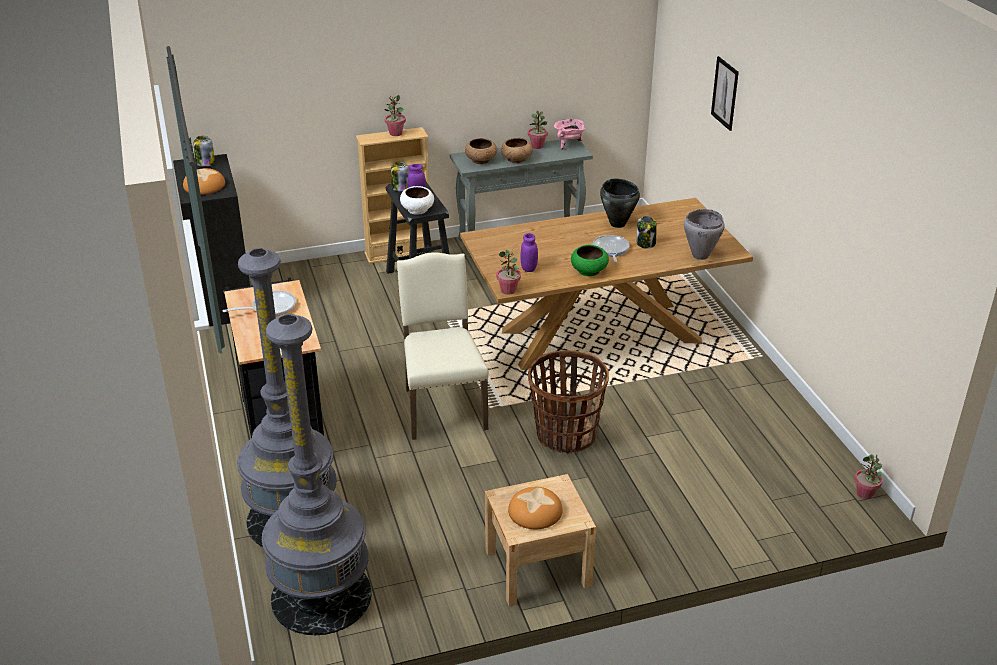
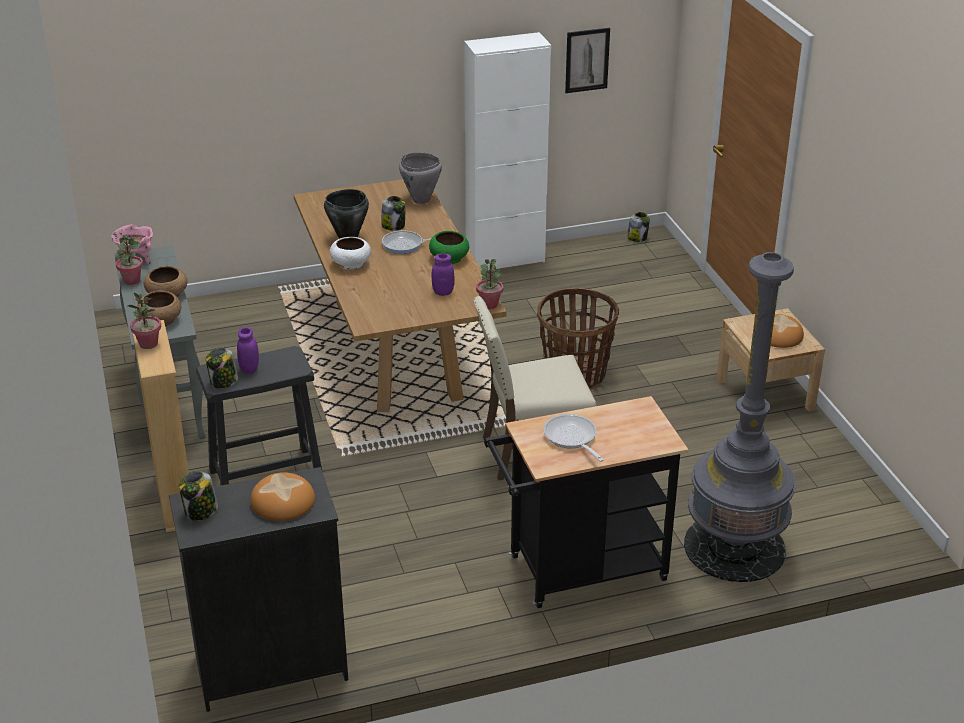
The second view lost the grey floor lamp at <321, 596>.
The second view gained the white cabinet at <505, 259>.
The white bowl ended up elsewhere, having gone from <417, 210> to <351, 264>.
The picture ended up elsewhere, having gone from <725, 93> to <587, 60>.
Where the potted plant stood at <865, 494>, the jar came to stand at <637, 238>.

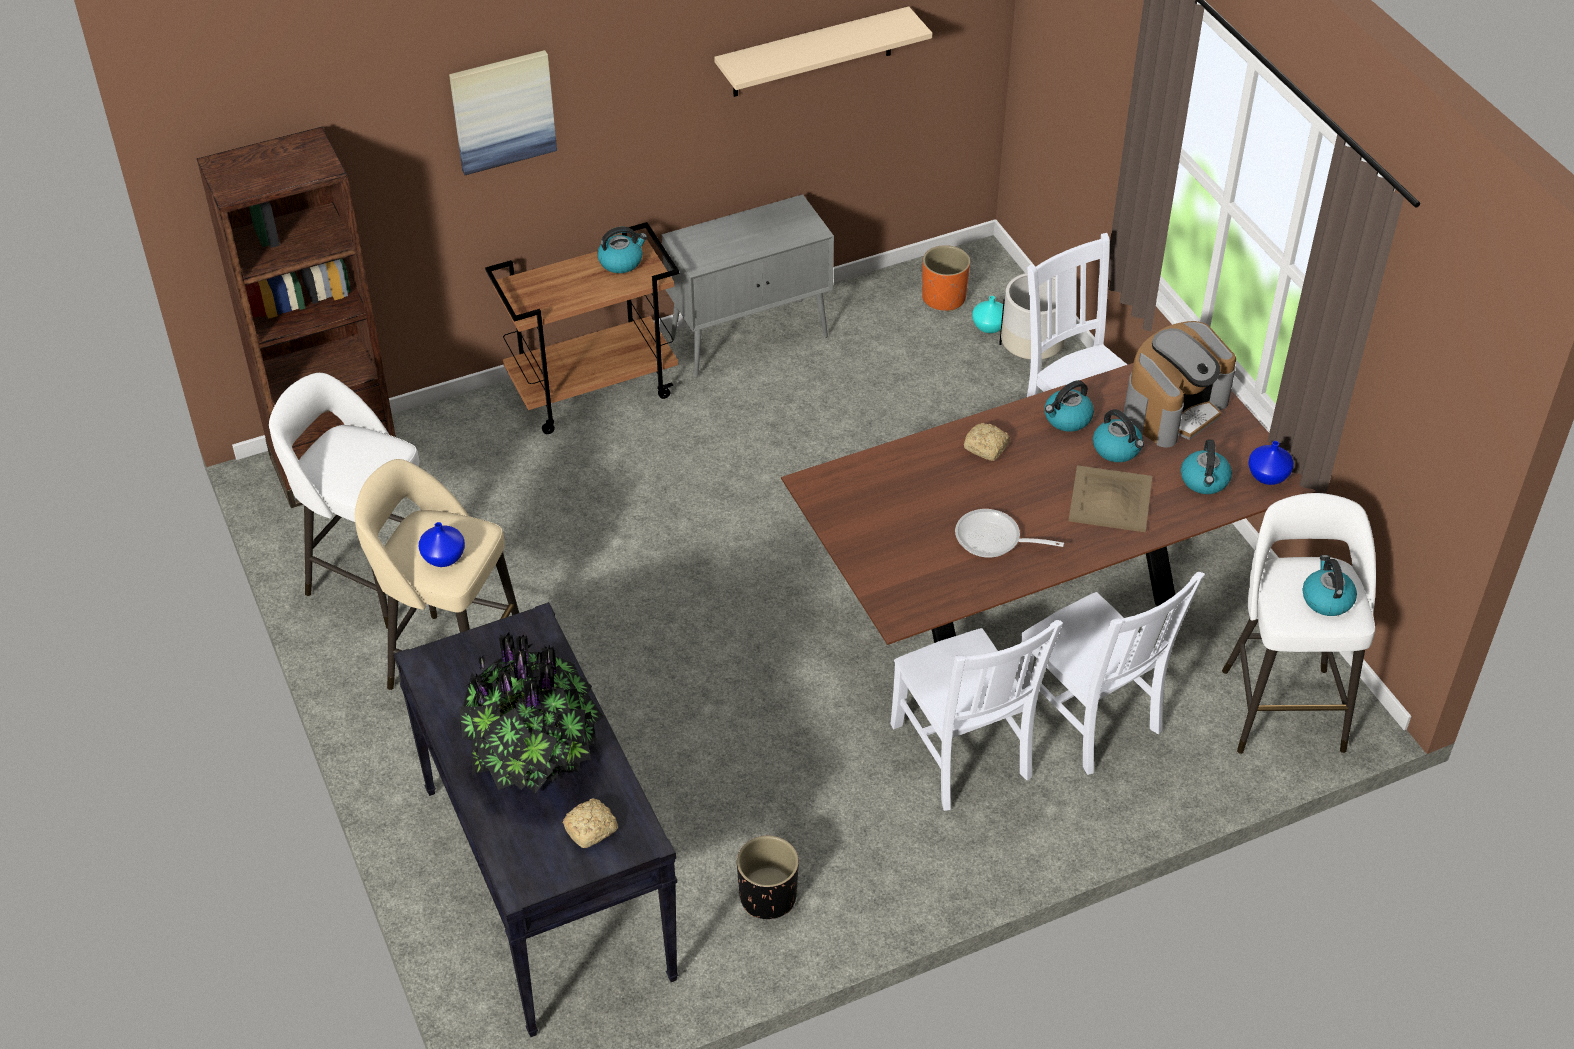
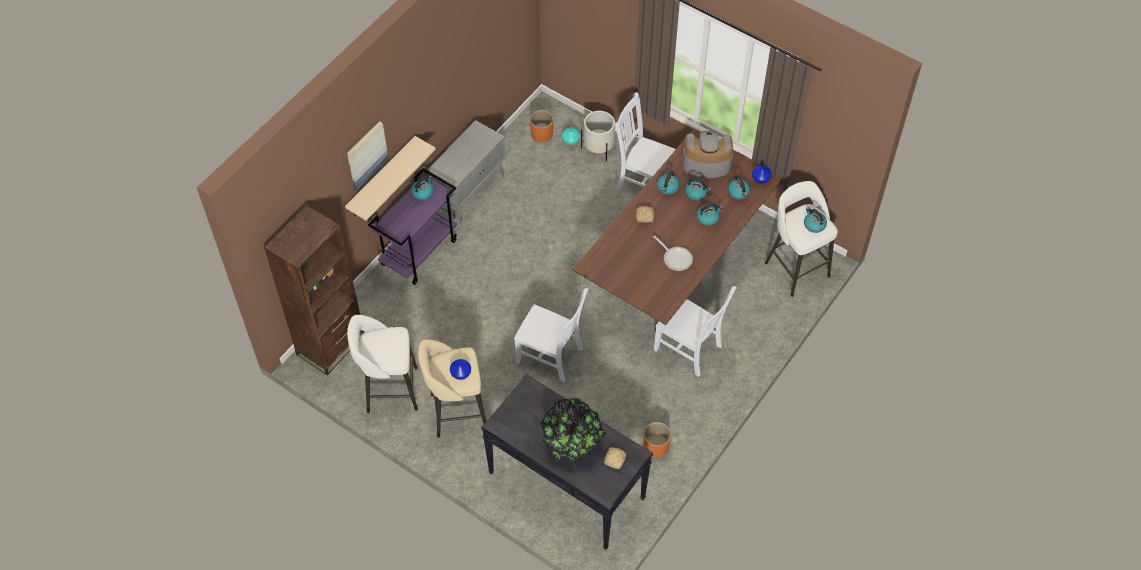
The beige shelf ended up elsewhere, having gone from <812, 53> to <381, 178>.
The white chair ended up elsewhere, having gone from <1090, 718> to <551, 356>.
Where the beige tray stood at <1109, 499>, the kettle came to stand at <708, 218>.
What was the brown cart at <594, 389> turned into the purple cart at <419, 252>.
What was the black planter at <767, 897> turned into the orange planter at <655, 447>.
The frying pan at <993, 540> ended up facing another way, 120 degrees counterclockwise from before.
The coffee machine at <1174, 408> ended up facing another way, 105 degrees counterclockwise from before.

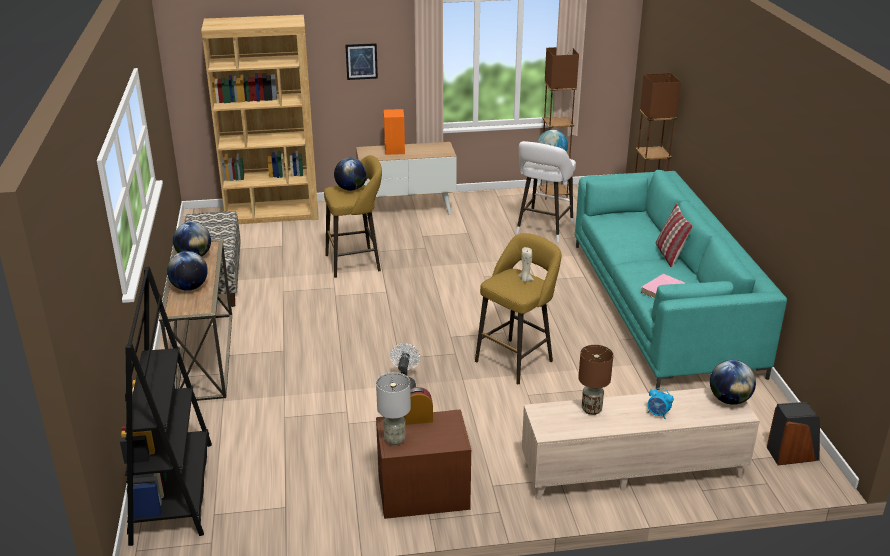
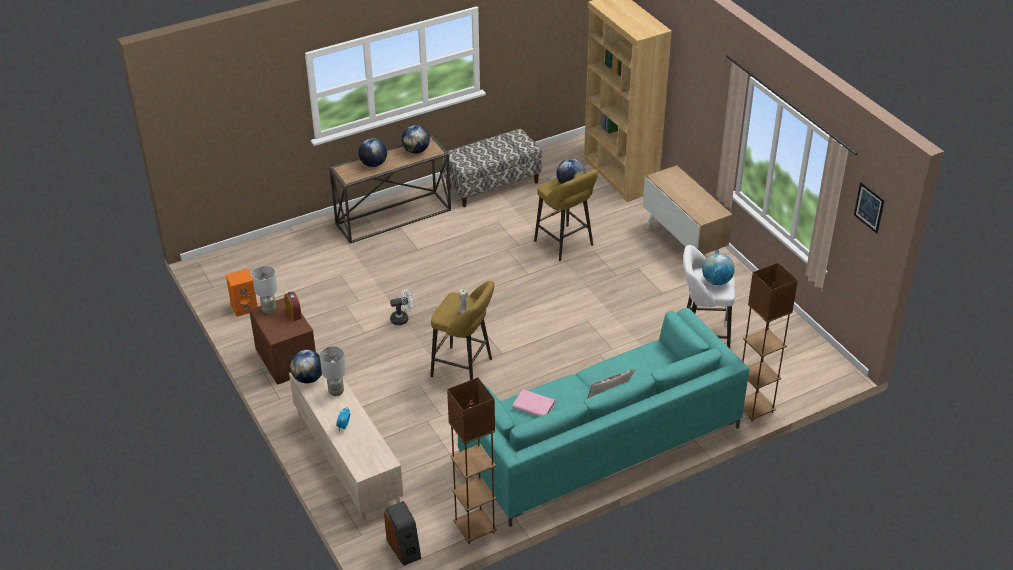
The second view lost the black bookcase at <173, 492>.
The picture ended up elsewhere, having gone from <361, 61> to <869, 207>.
The orange speaker ended up elsewhere, having gone from <394, 149> to <245, 307>.
The brown floor lamp ended up elsewhere, having gone from <553, 194> to <475, 528>.
The globe ended up elsewhere, having gone from <729, 400> to <308, 378>.
What was the brown table lamp at <591, 409> turned into the grey table lamp at <336, 391>.

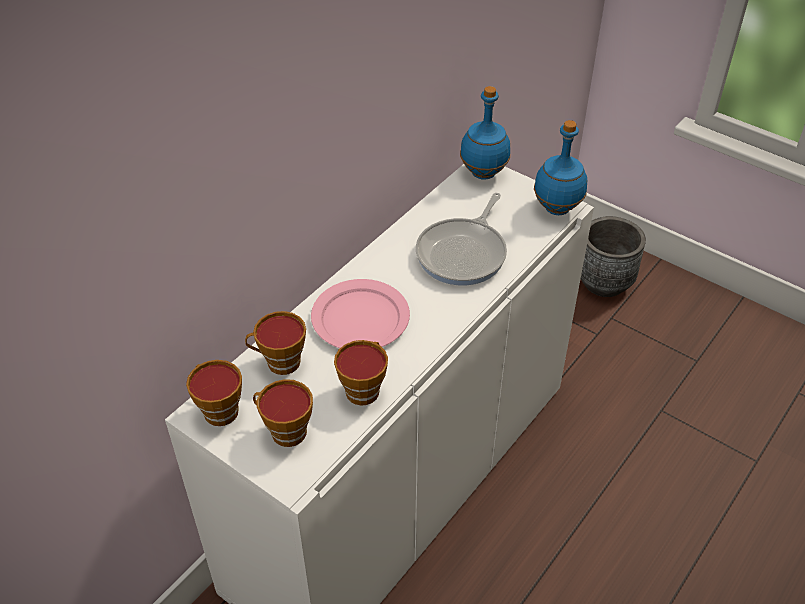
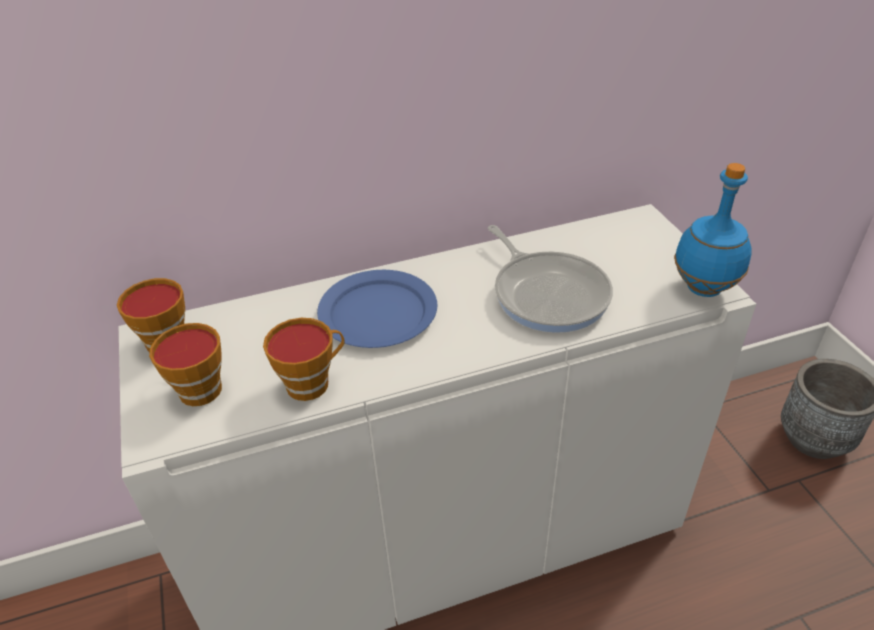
The second view lost the cup at <279, 363>.
The second view lost the blue bottle at <484, 173>.
What was the pink plate at <360, 319> turned into the blue plate at <377, 313>.
The frying pan at <464, 253> ended up facing another way, 90 degrees counterclockwise from before.

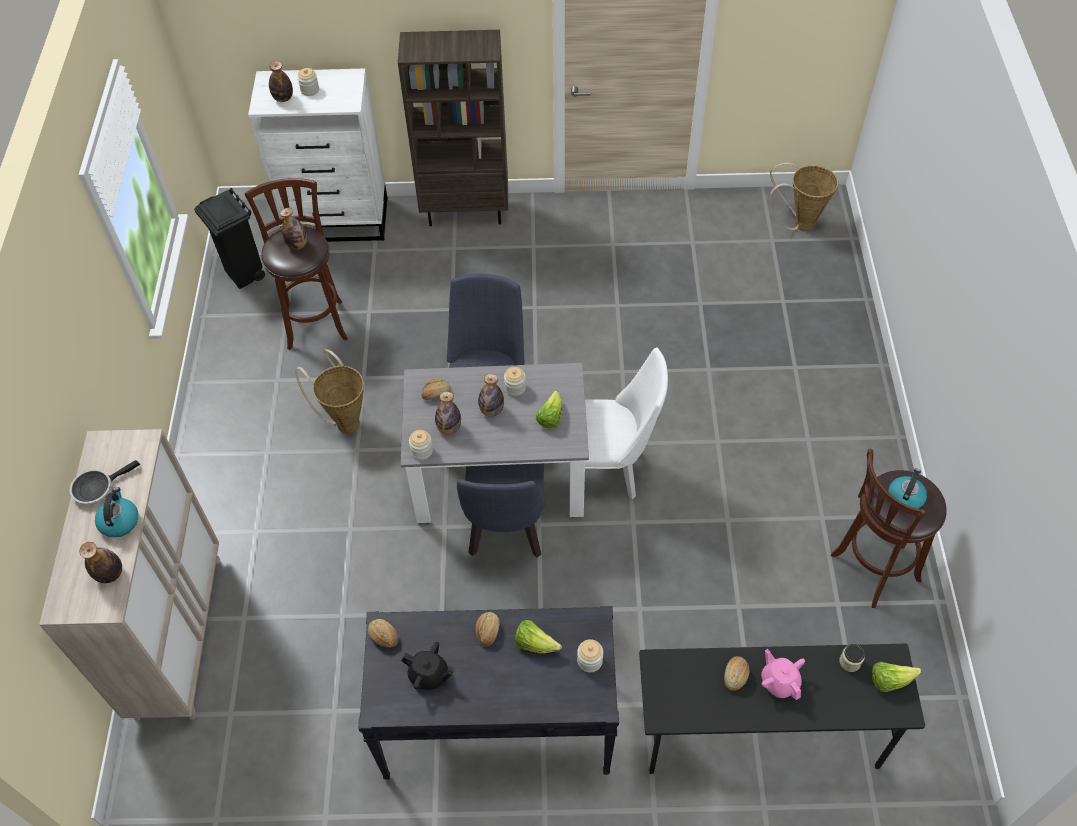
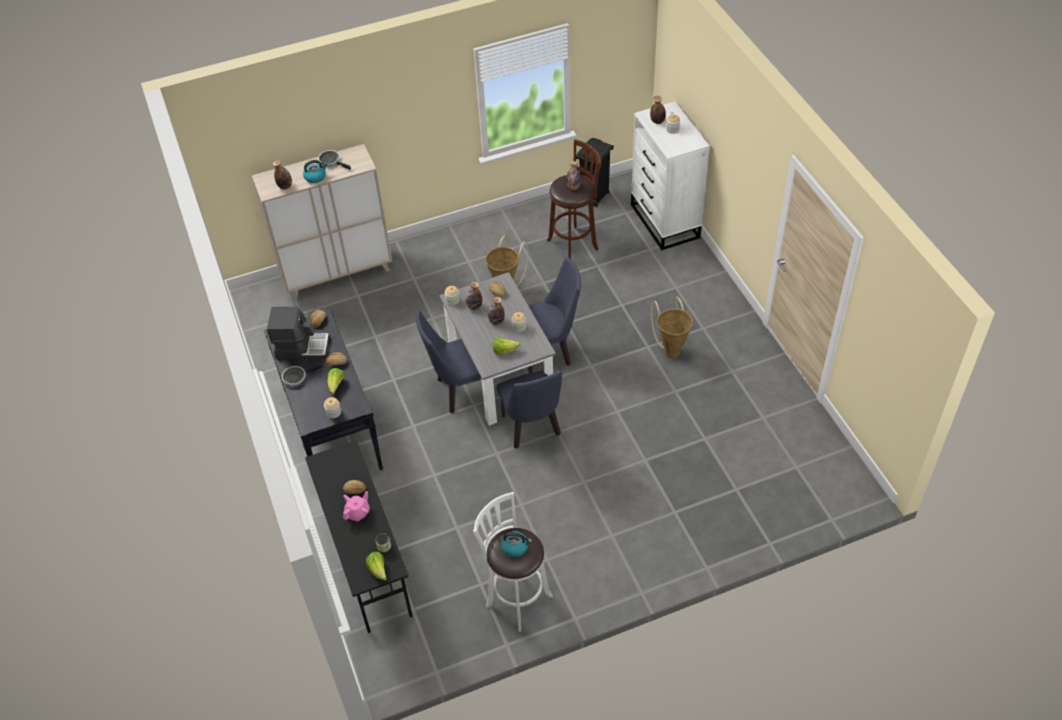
The second view lost the brown bookcase at <466, 212>.
The second view gained the frying pan at <296, 377>.
The basket ended up elsewhere, having gone from <799, 224> to <671, 349>.
Where the black teapot stood at <429, 675>, the coffee machine came to stand at <302, 347>.
What was the white chair at <611, 469> turned into the blue chair at <532, 429>.
What was the brown stool at <871, 570> turned into the white stool at <516, 599>.

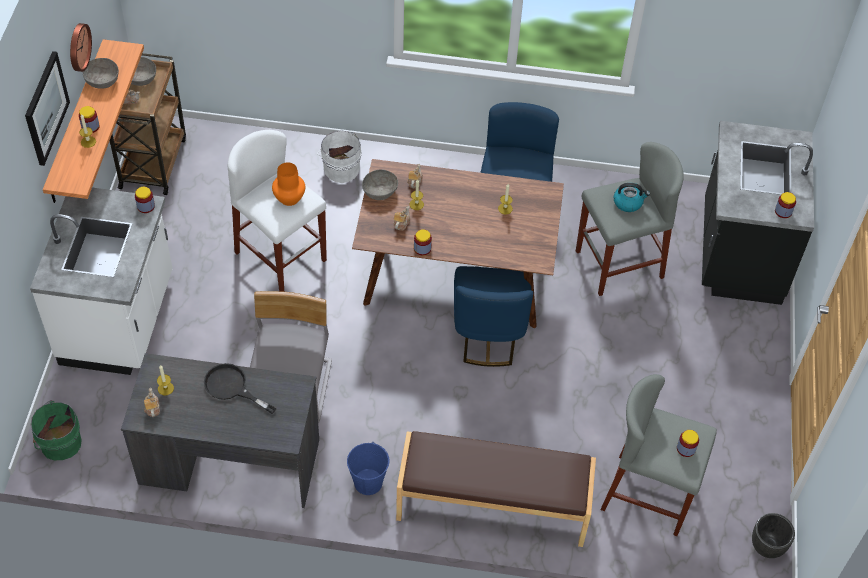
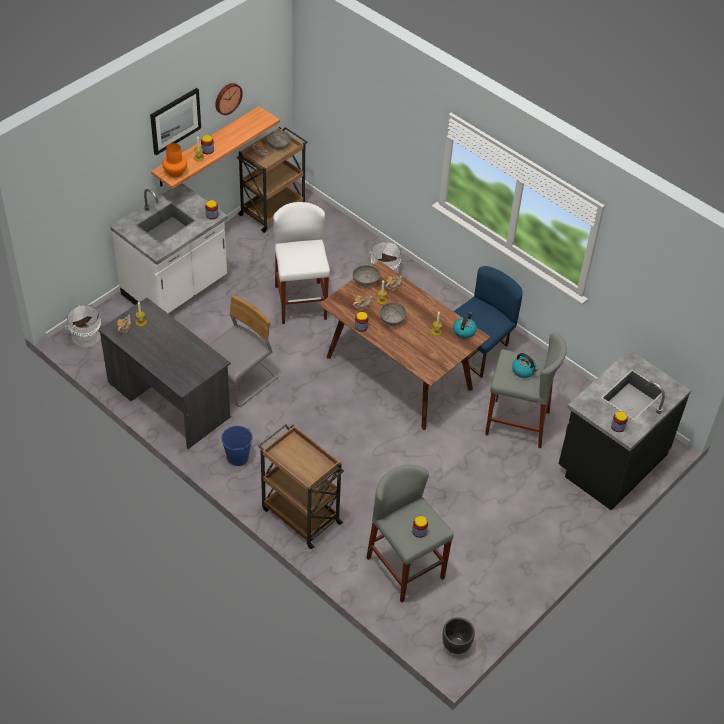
The second view lost the black frying pan at <232, 387>.
The second view lost the blue chair at <488, 334>.
The second view gained the kettle at <464, 331>.
The grey bowl ended up elsewhere, having gone from <102, 80> to <392, 319>.
The orange vase ended up elsewhere, having gone from <289, 199> to <175, 173>.
Where the brown bench stood at <492, 506>, the brown cart came to stand at <300, 515>.
What was the green bucket at <59, 443> turned into the white bucket at <85, 336>.

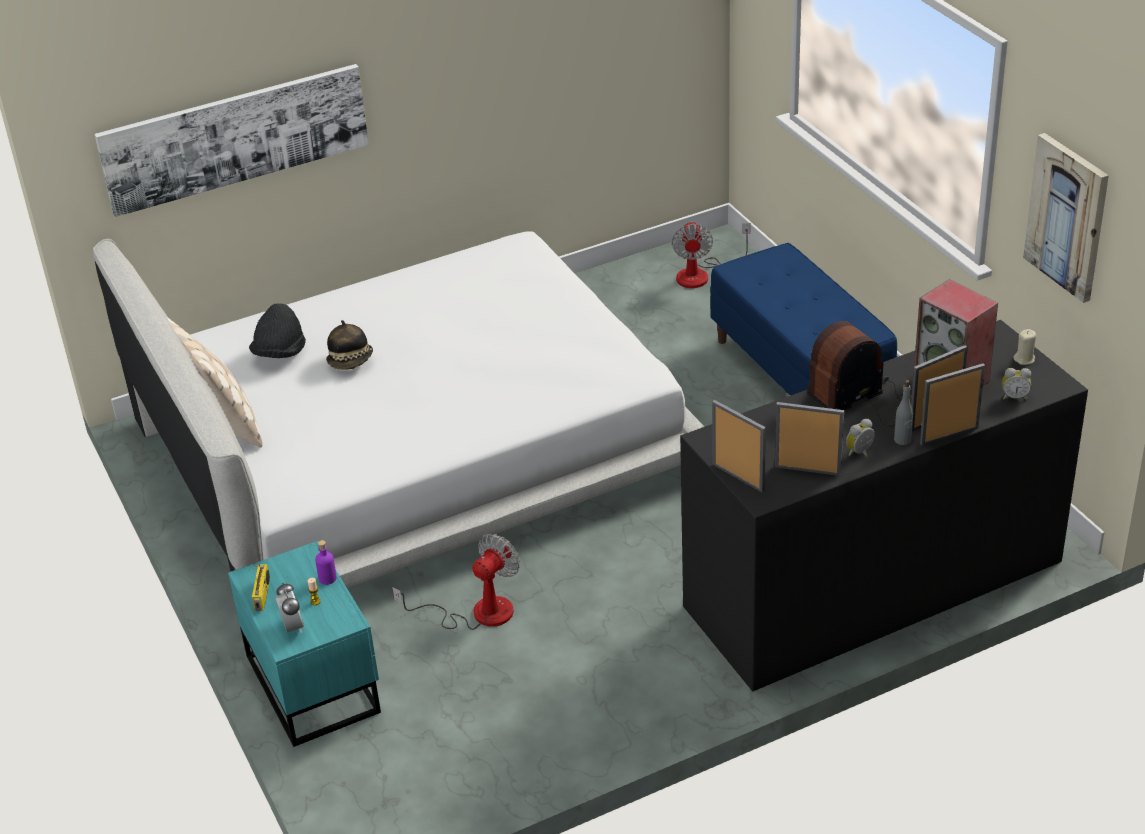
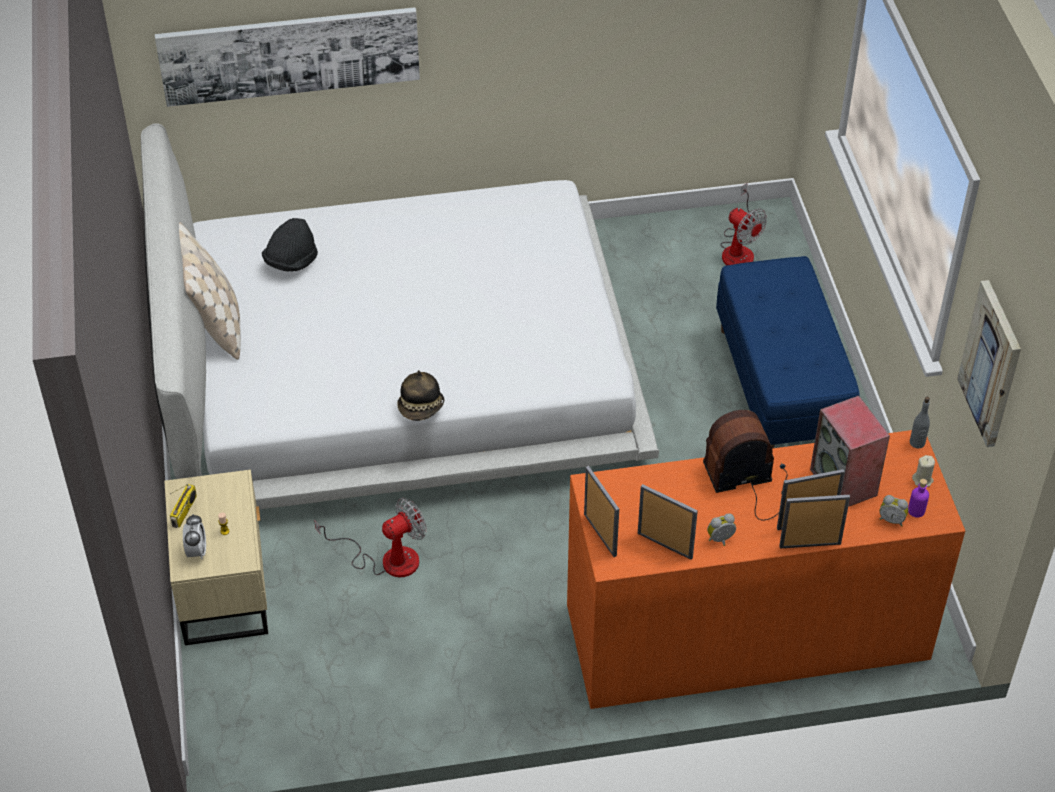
The purple bottle ended up elsewhere, having gone from <327, 578> to <916, 510>.
The hat ended up elsewhere, having gone from <351, 361> to <421, 408>.
The grey bottle ended up elsewhere, having gone from <902, 440> to <917, 443>.
What was the turquoise nightstand at <314, 681> turned into the beige nightstand at <225, 587>.
What was the black dresser at <873, 584> turned into the orange dresser at <746, 632>.
The fan at <702, 274> ended up facing another way, 60 degrees counterclockwise from before.

